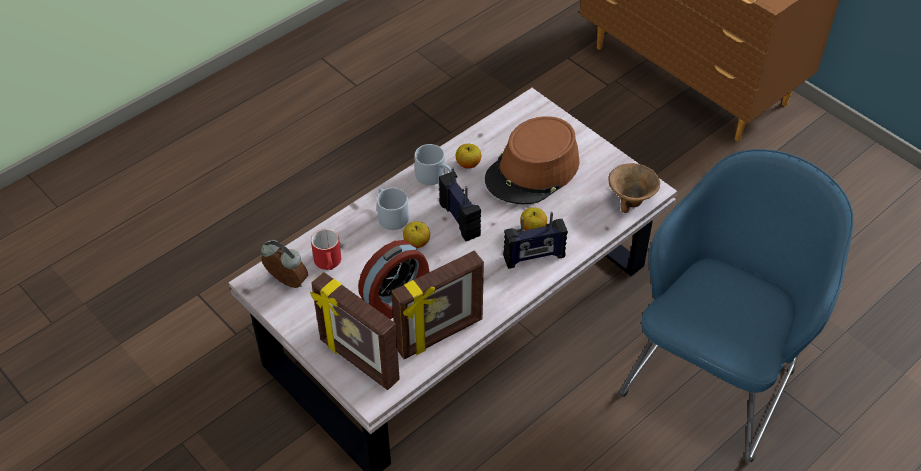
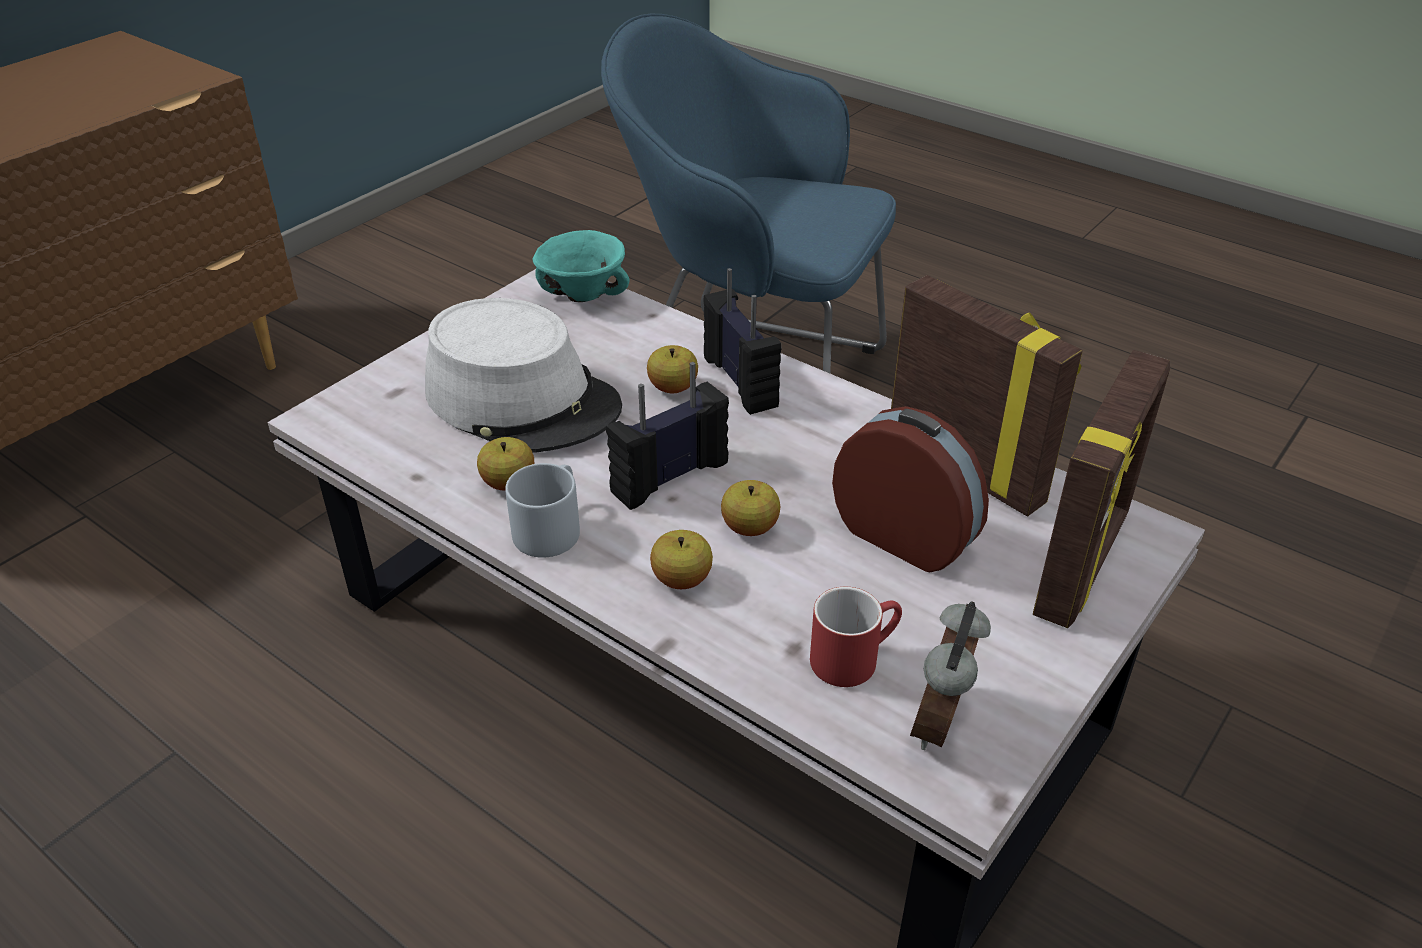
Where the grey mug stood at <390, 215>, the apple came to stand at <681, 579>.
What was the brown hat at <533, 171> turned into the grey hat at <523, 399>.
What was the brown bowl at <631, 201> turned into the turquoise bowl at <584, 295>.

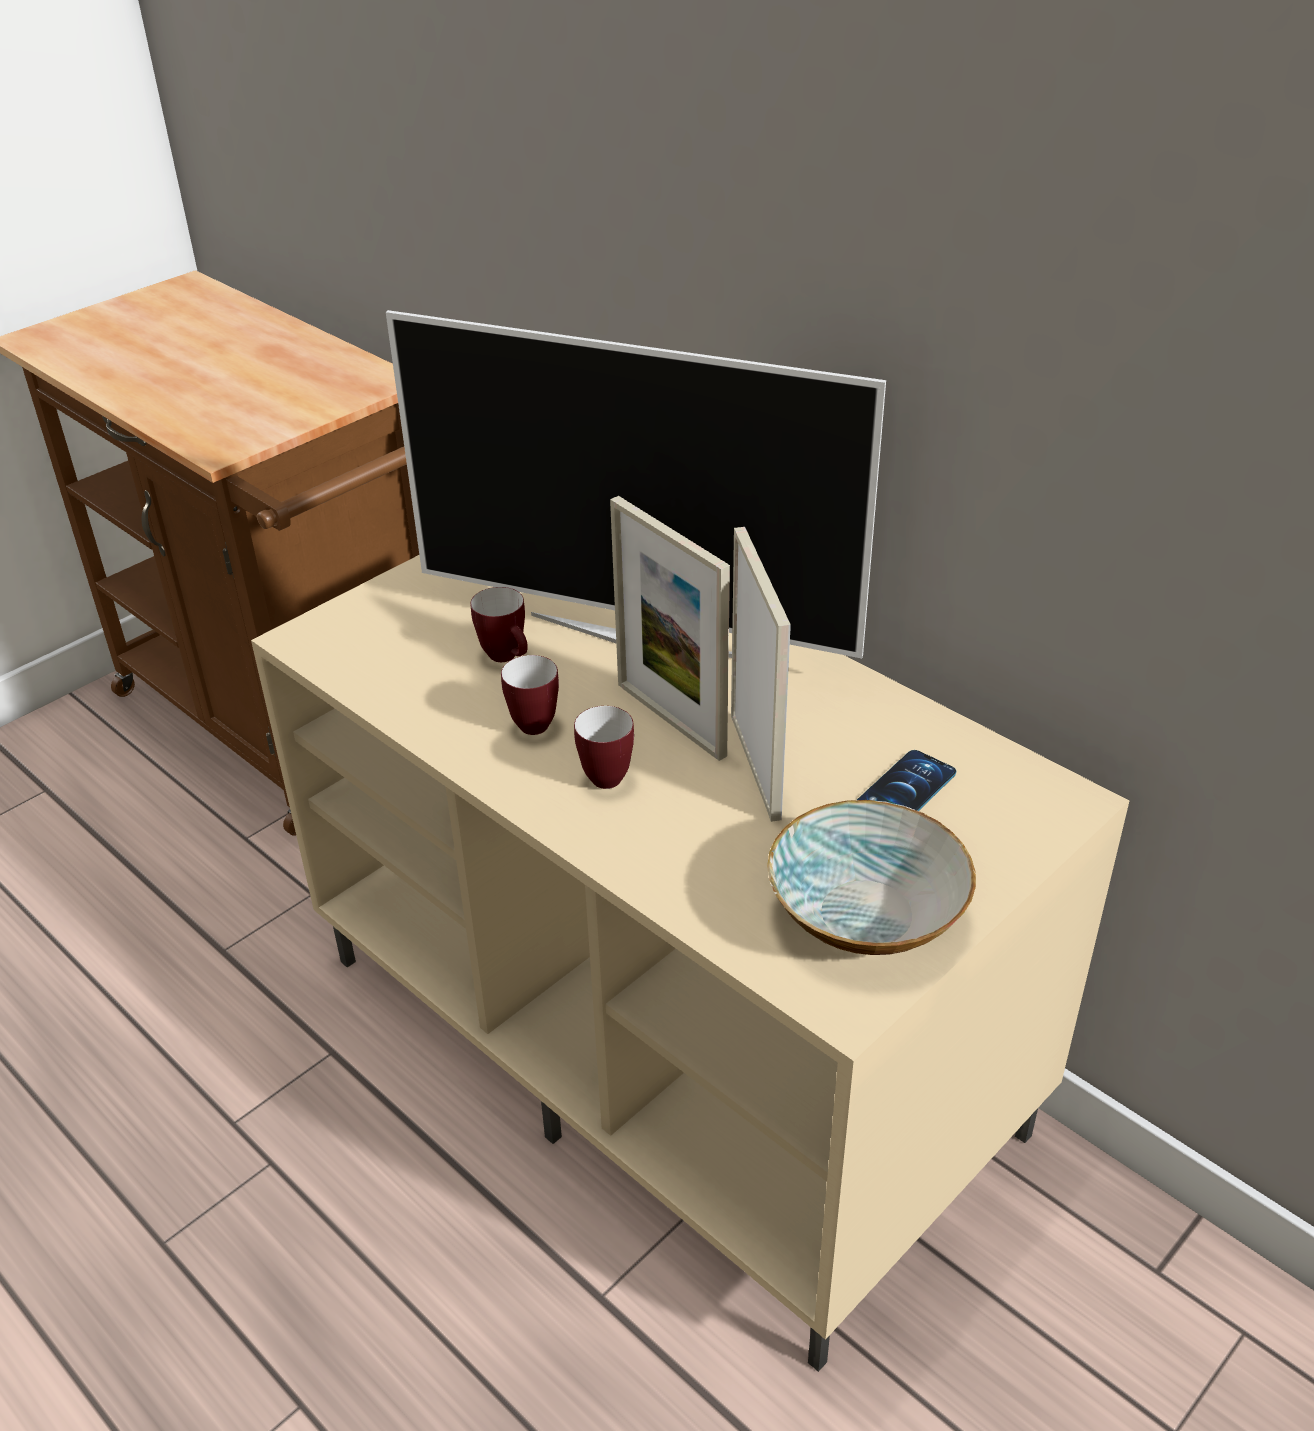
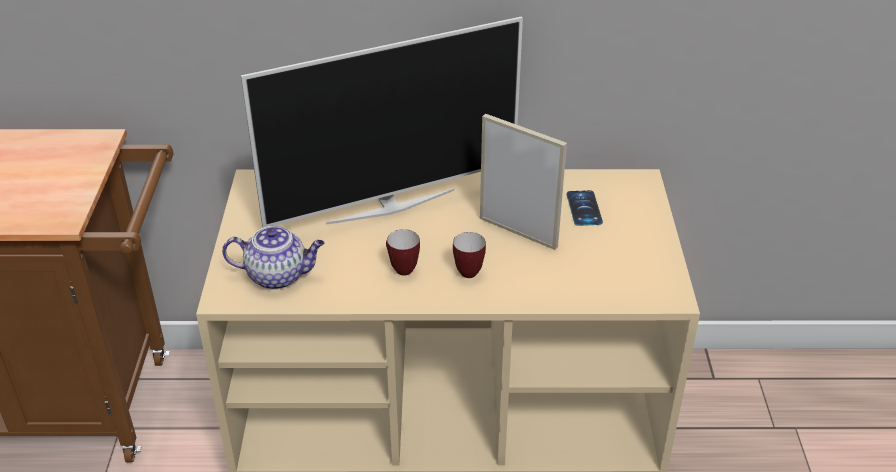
The second view lost the mug at <508, 658>.
The second view lost the picture frame at <670, 719>.
The second view lost the bowl at <867, 912>.
The second view gained the teapot at <278, 276>.

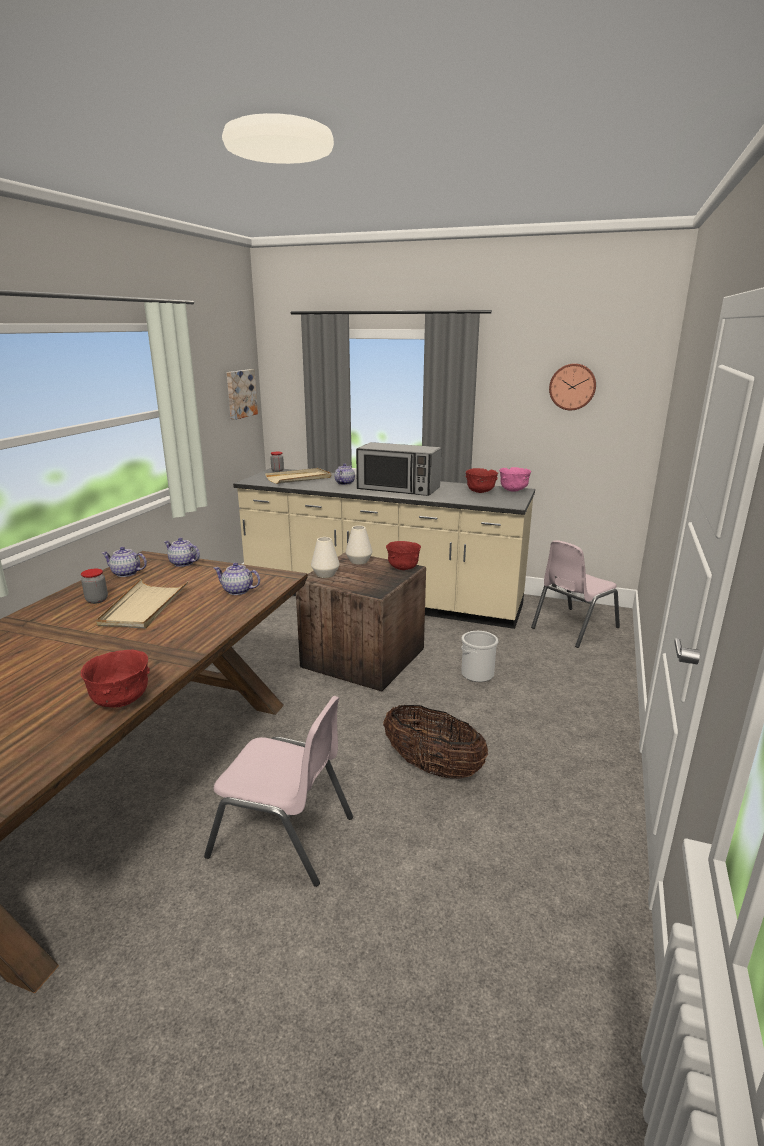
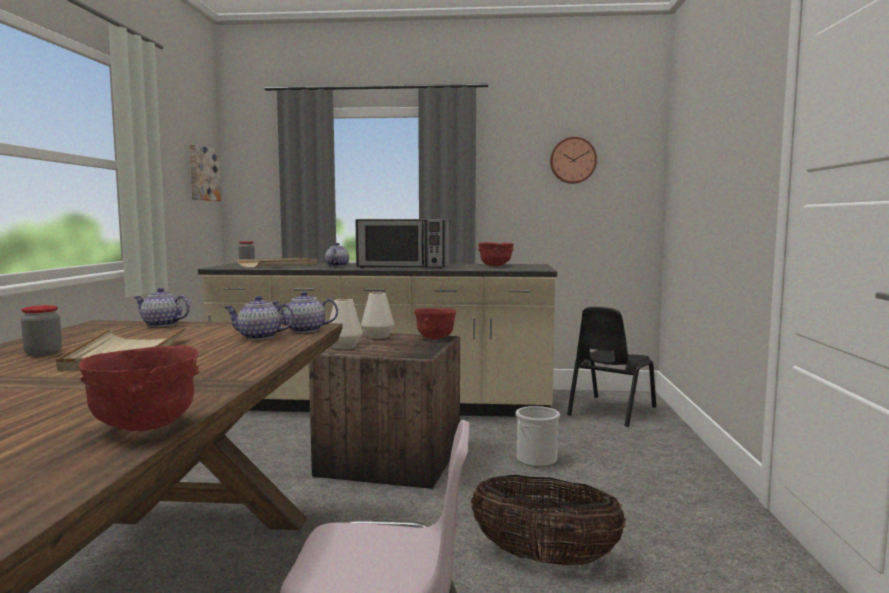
The second view lost the pink bowl at <513, 490>.
The teapot ended up elsewhere, having gone from <126, 573> to <304, 330>.
What was the pink chair at <573, 627> turned into the black chair at <610, 411>.

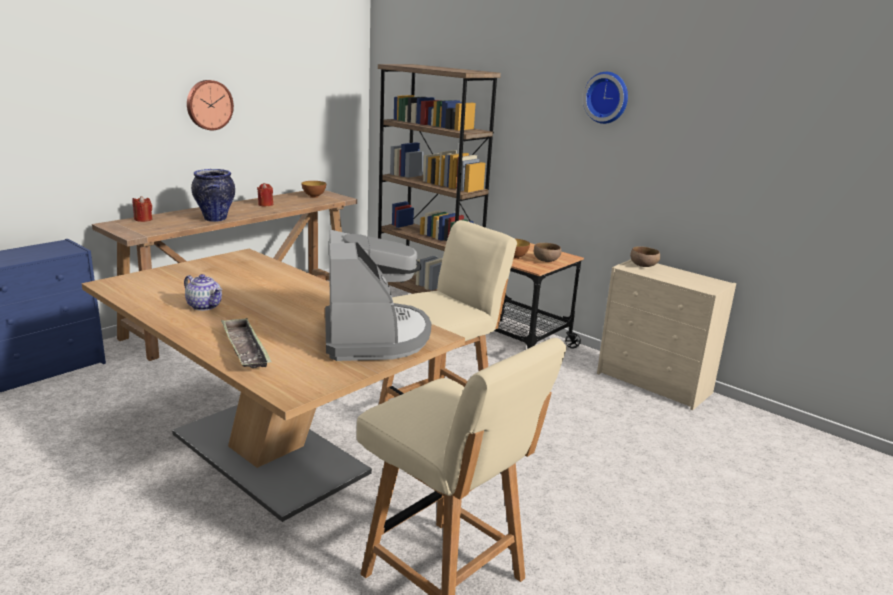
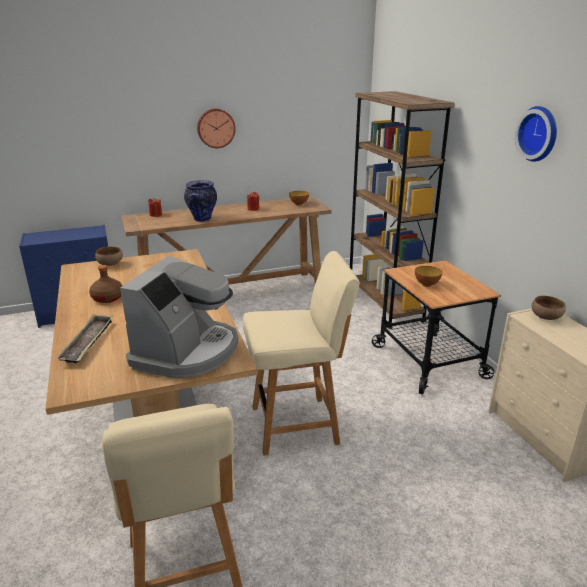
The brown bowl ended up elsewhere, having gone from <546, 260> to <111, 264>.
Where the teapot stood at <205, 306>, the brown bottle came to stand at <108, 298>.

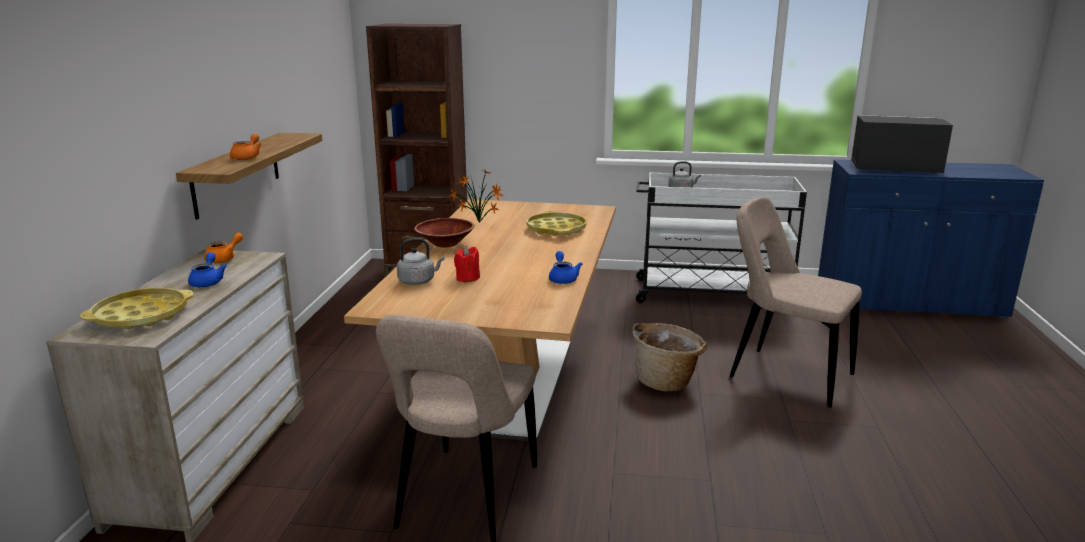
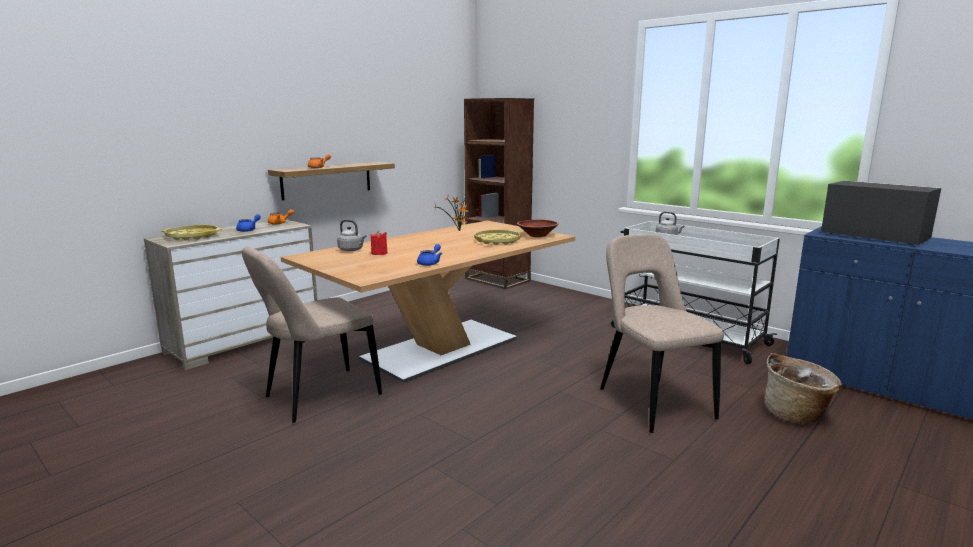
The brown bowl ended up elsewhere, having gone from <445, 244> to <537, 235>.
The basket ended up elsewhere, having gone from <666, 381> to <796, 415>.

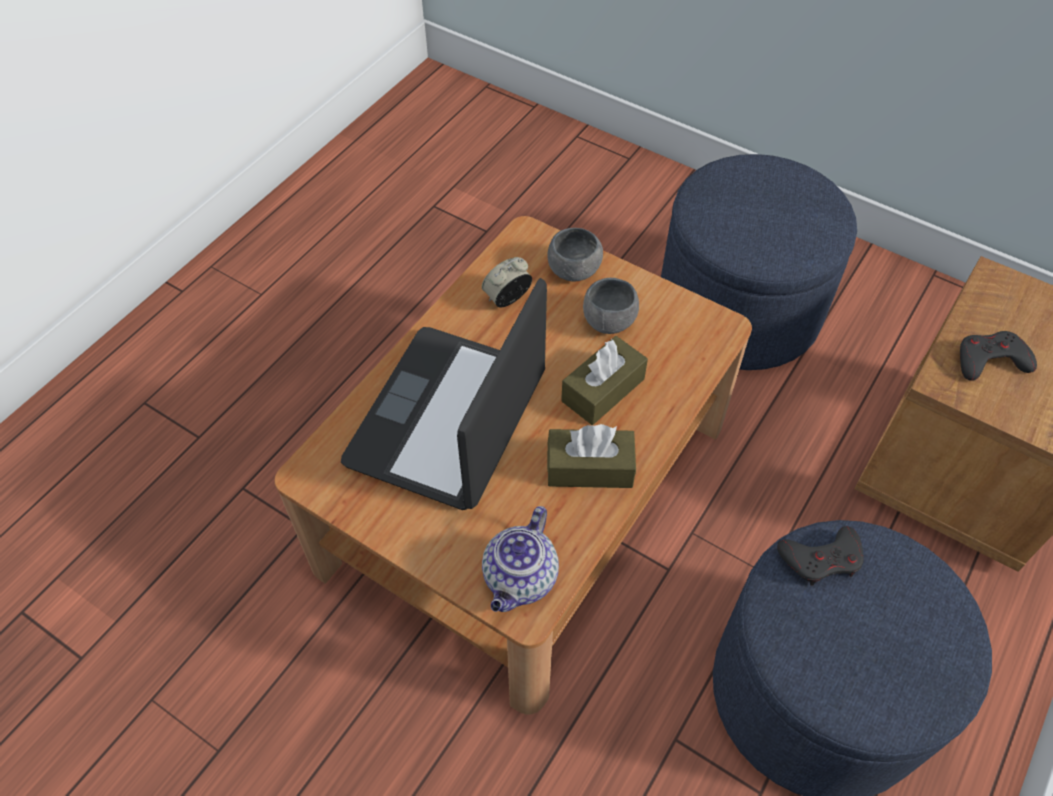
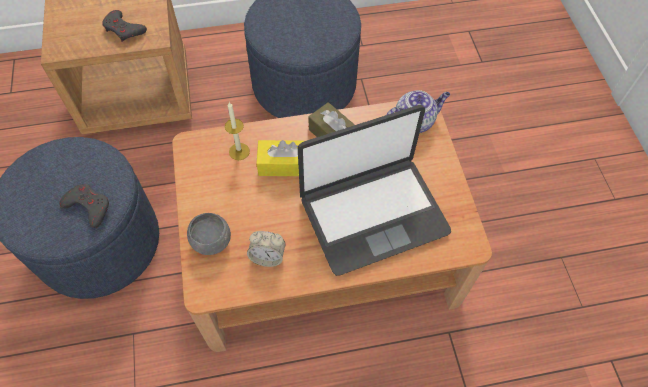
The second view lost the grey bowl at <609, 321>.
The second view gained the candle at <239, 151>.
The grey game controller ended up elsewhere, having gone from <821, 559> to <88, 206>.
What was the brown tissue box at <603, 390> turned into the yellow tissue box at <285, 164>.

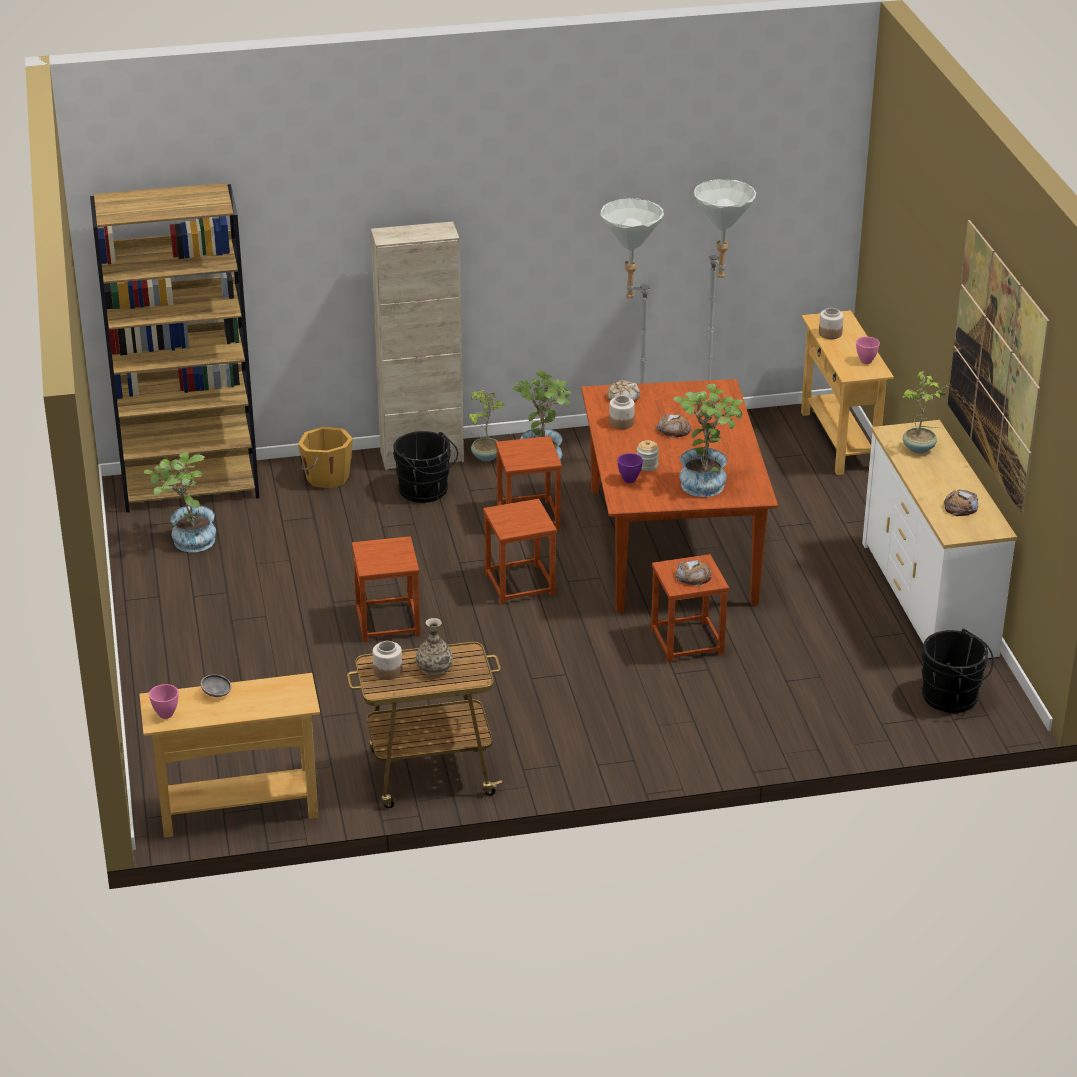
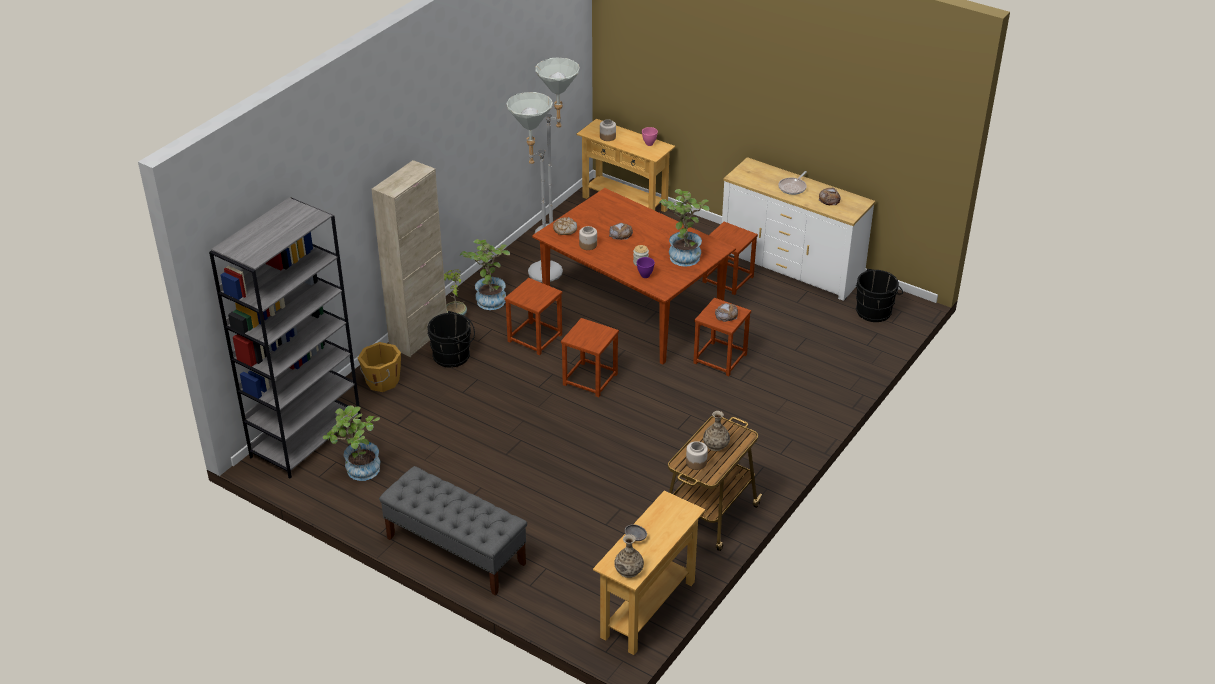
The second view lost the potted plant at <919, 448>.
The second view lost the picture at <996, 364>.
The second view gained the grey bench at <455, 551>.
The second view gained the frying pan at <793, 187>.
The brown stool ended up elsewhere, having gone from <388, 622> to <728, 279>.
Where the pink bowl stood at <165, 714>, the vase came to stand at <628, 570>.
What was the brown bookcase at <191, 487> turned into the grey bookcase at <306, 437>.

